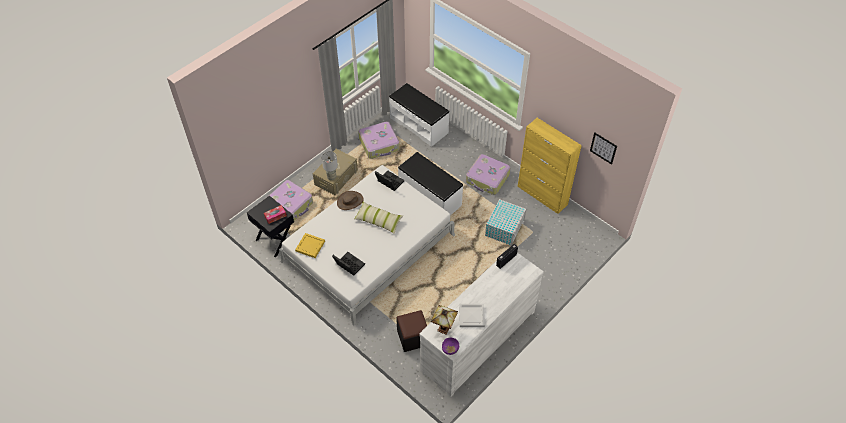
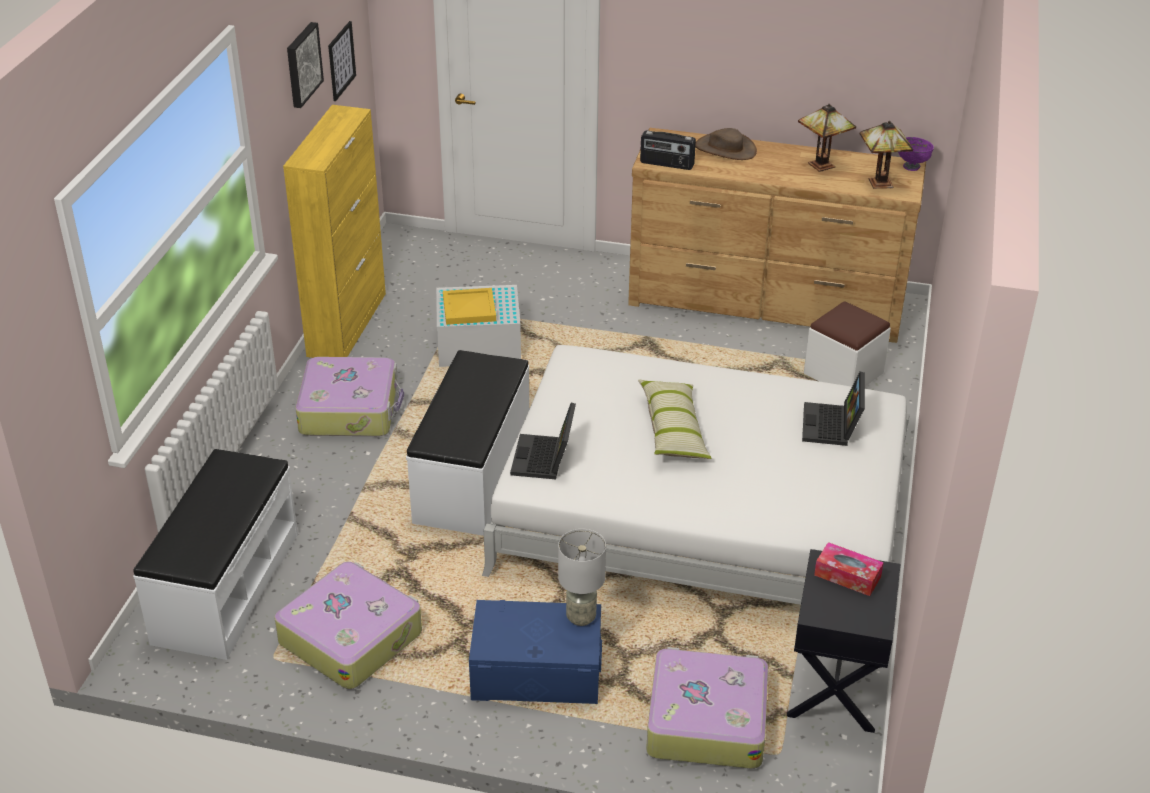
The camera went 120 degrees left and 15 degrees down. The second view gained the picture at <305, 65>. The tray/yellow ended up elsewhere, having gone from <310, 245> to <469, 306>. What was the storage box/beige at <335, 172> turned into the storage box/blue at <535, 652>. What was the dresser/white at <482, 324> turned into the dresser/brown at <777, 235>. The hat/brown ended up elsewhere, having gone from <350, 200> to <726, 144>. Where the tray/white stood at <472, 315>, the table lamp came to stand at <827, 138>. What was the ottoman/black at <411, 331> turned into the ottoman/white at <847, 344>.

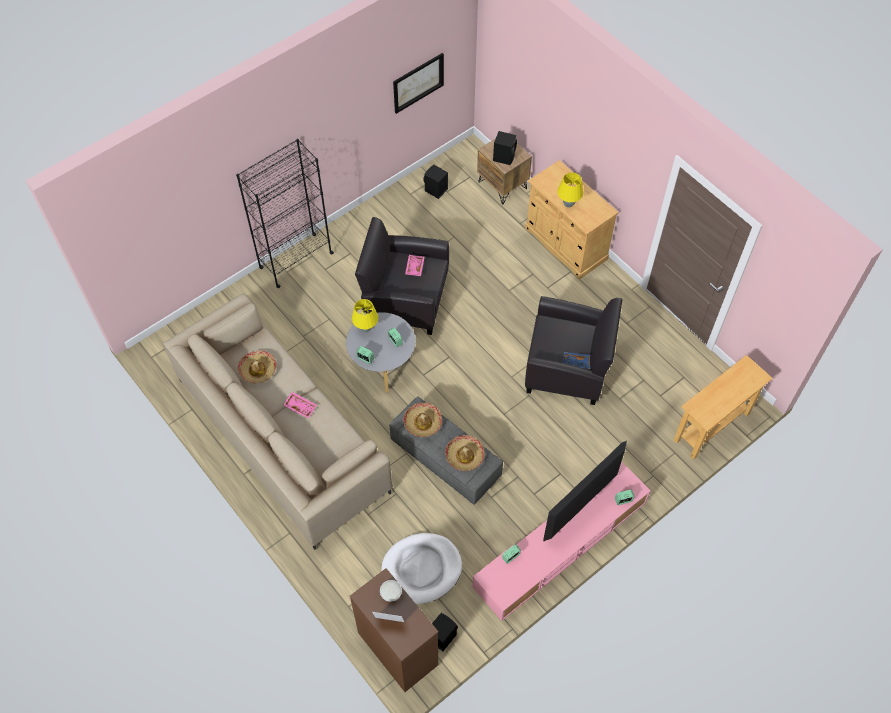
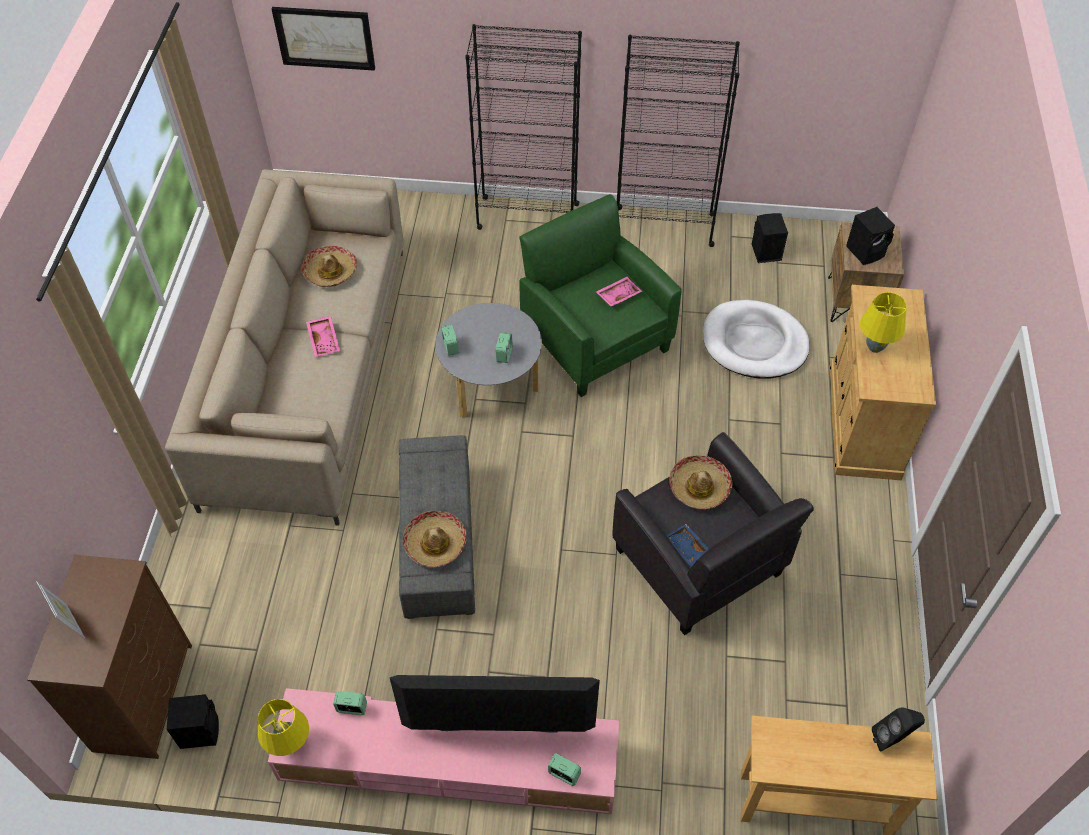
The camera went 45 degrees right and 5 degrees down. The table lamp/yellow ended up elsewhere, having gone from <365, 315> to <283, 727>. The picture ended up elsewhere, having gone from <418, 83> to <323, 39>. What was the armchair/black at <402, 276> turned into the armchair/green at <600, 295>. The second view gained the bookcase/black at <678, 140>. The hat ended up elsewhere, having gone from <422, 420> to <701, 482>. The dog bed/white ended up elsewhere, having gone from <422, 568> to <756, 339>. The second view gained the speaker/black at <898, 729>. The second view lost the bowl/white at <391, 591>.

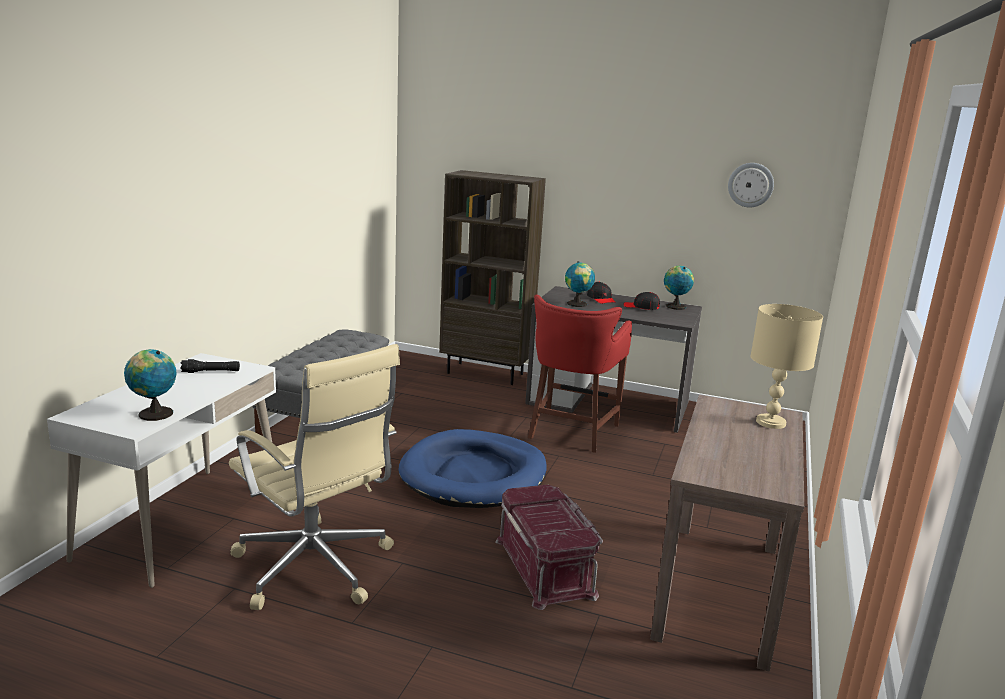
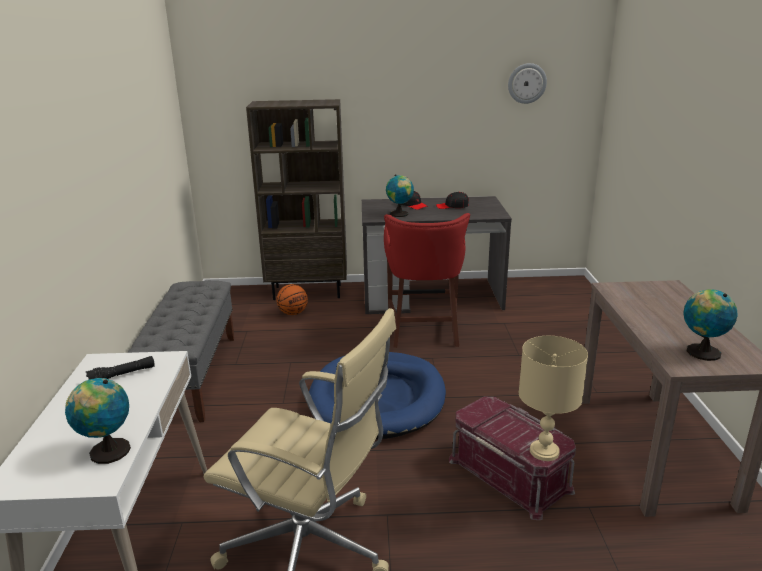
The camera went 20 degrees left and 5 degrees up. The second view gained the basketball at <292, 299>. The table lamp/beige ended up elsewhere, having gone from <786, 366> to <553, 398>. The globe ended up elsewhere, having gone from <679, 288> to <710, 325>.

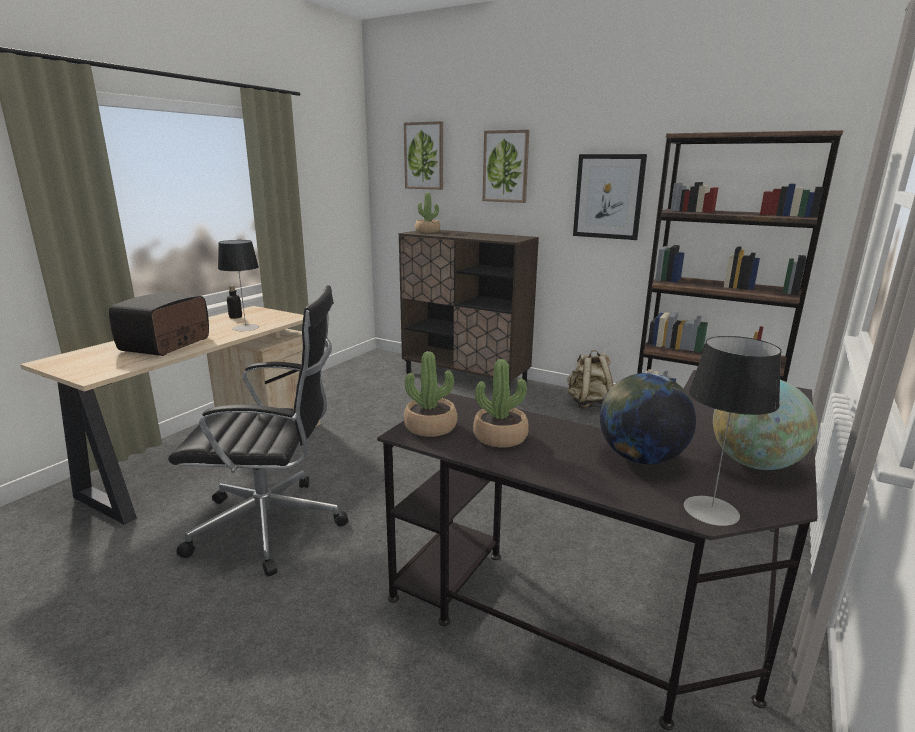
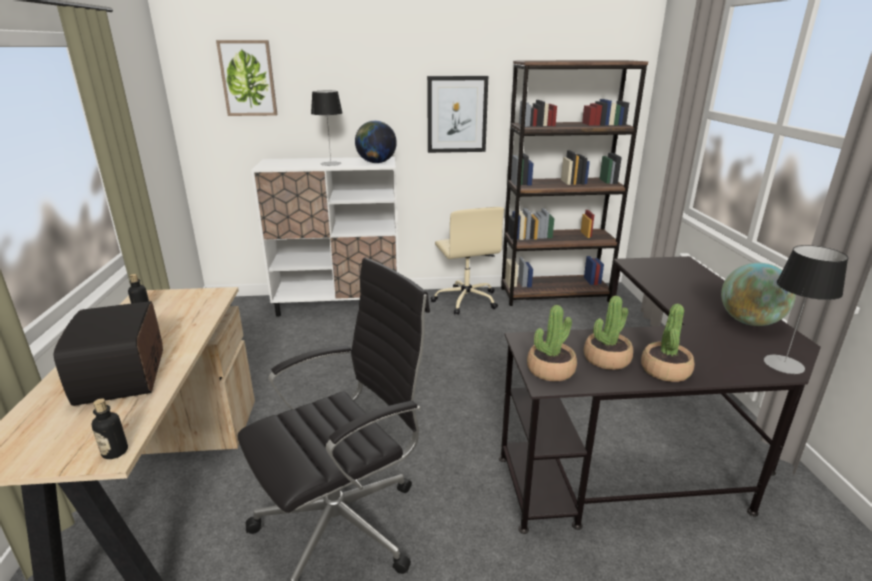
The camera went 35 degrees left and 5 degrees up. The second view gained the bottle at <109, 429>. What was the cabinet/brown at <469, 308> turned into the cabinet/white at <325, 237>. The table lamp ended up elsewhere, having gone from <238, 285> to <326, 128>. The globe ended up elsewhere, having gone from <648, 418> to <376, 142>. Where the backpack/beige stood at <590, 379>, the office chair/beige came to stand at <467, 261>. The potted plant ended up elsewhere, having gone from <427, 213> to <667, 343>. The second view lost the picture at <506, 166>.

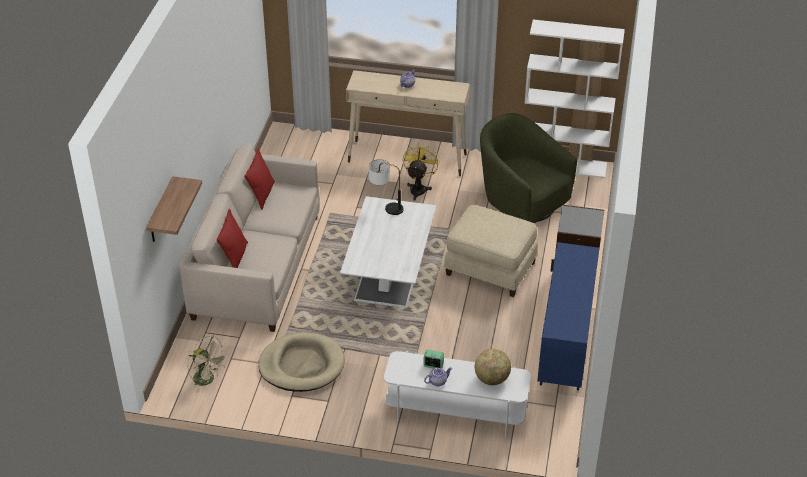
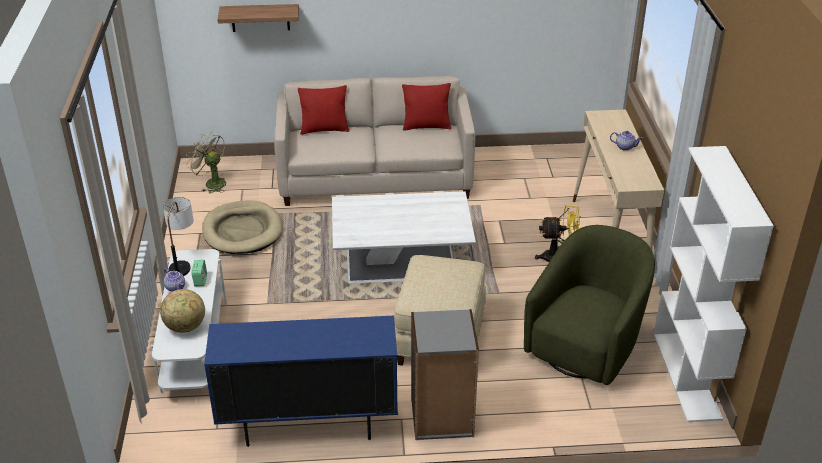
The camera went 75 degrees right and 5 degrees down. The table lamp ended up elsewhere, having gone from <386, 187> to <178, 236>. The fan/beige at <207, 364> ended up facing another way, 105 degrees clockwise from before.

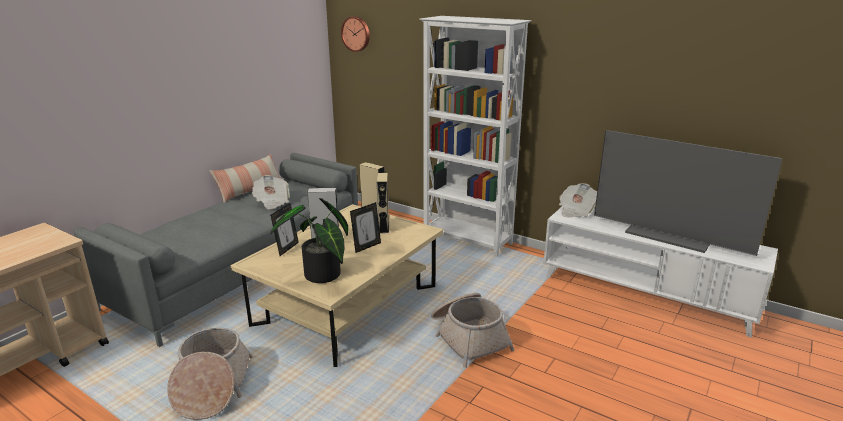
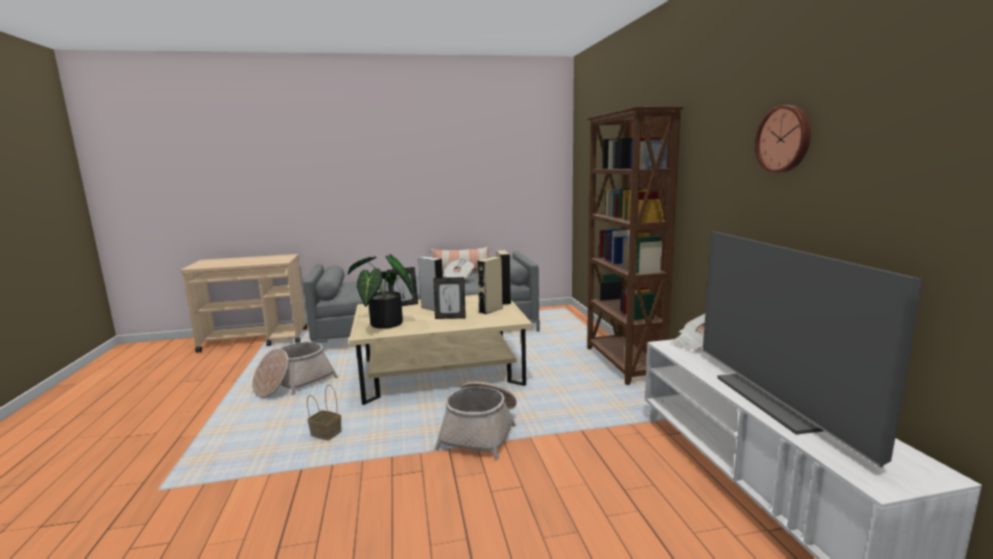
The camera went 45 degrees right and 10 degrees down. The second view gained the basket at <324, 412>. What was the bookcase/white at <475, 136> turned into the bookcase/brown at <635, 245>. The wall clock ended up elsewhere, having gone from <355, 34> to <783, 139>.

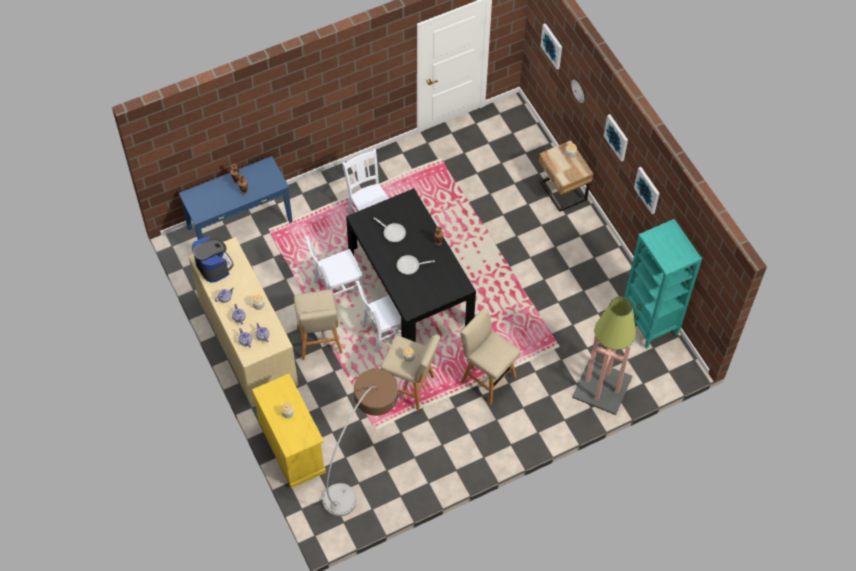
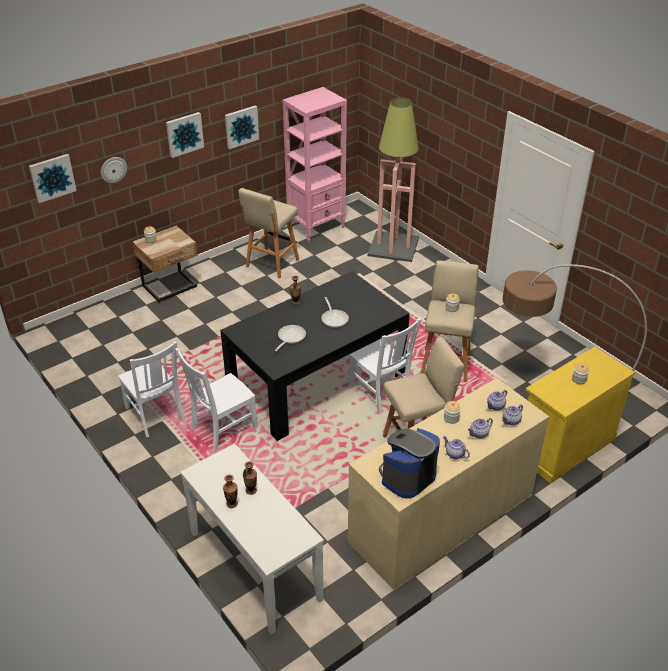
The camera went 100 degrees left and 20 degrees down. The chair/white ended up elsewhere, having gone from <334, 266> to <151, 389>. What was the console table/blue at <236, 198> turned into the console table/white at <252, 539>. The stool/beige ended up elsewhere, having gone from <490, 356> to <268, 233>. What was the bookcase/turquoise at <663, 284> turned into the bookcase/pink at <314, 164>.

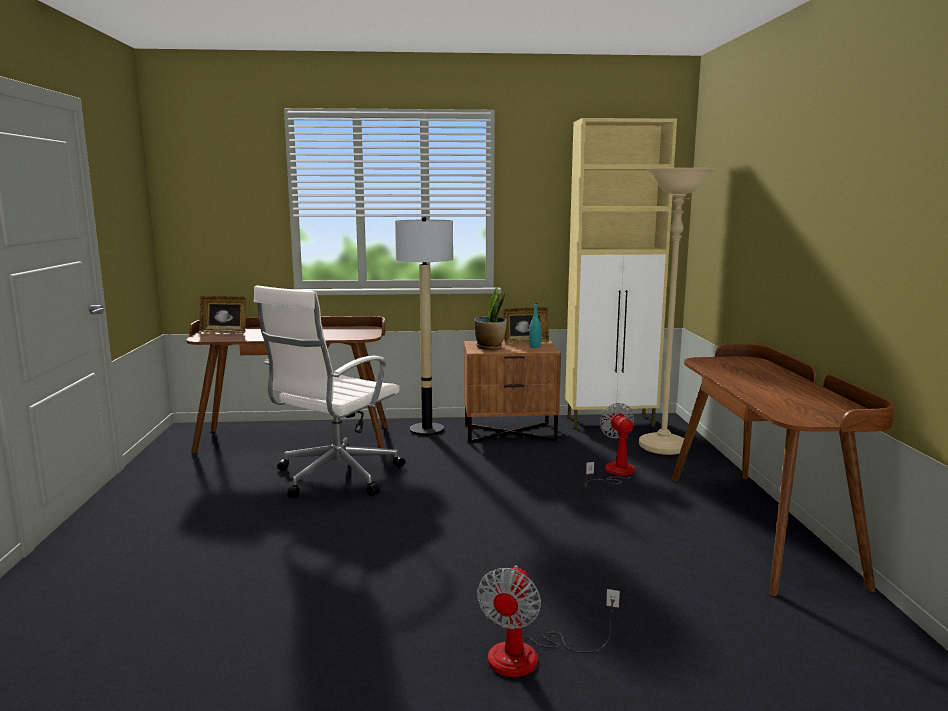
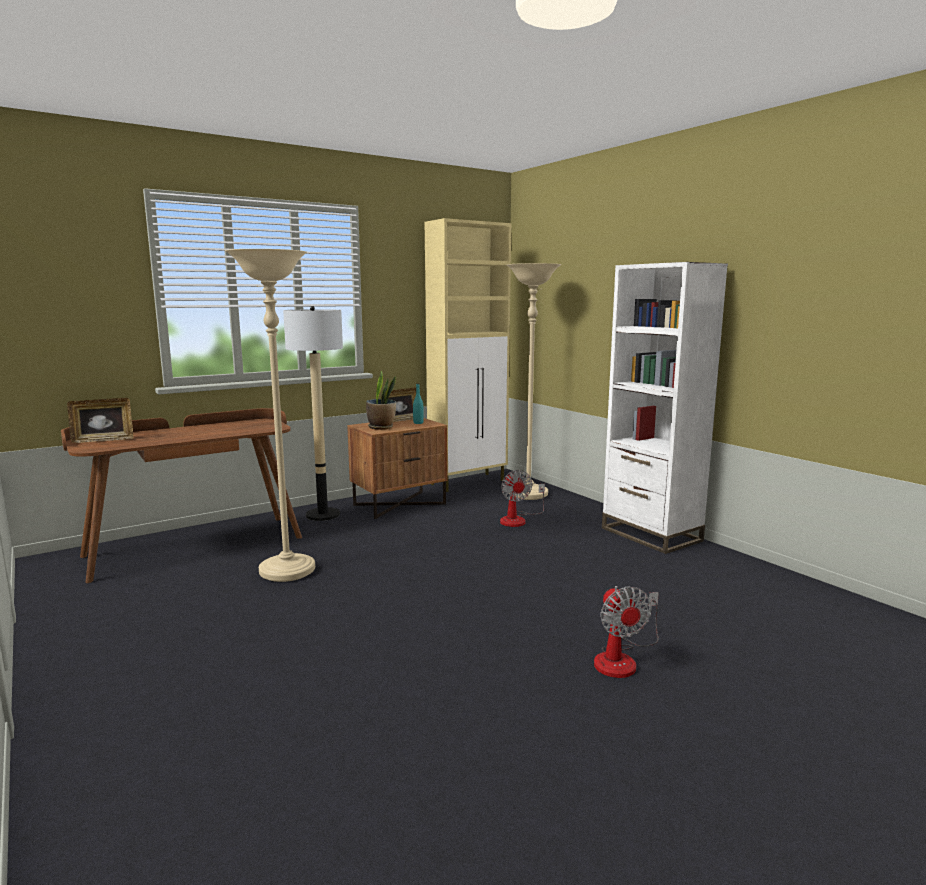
The camera went 30 degrees left and 0 degrees up. Where the office chair/white stood at <329, 391>, the floor lamp/beige came to stand at <270, 415>. The fan at <610, 445> ended up facing another way, 150 degrees counterclockwise from before. Where the desk/brown stood at <783, 470>, the bookcase/white came to stand at <665, 408>.

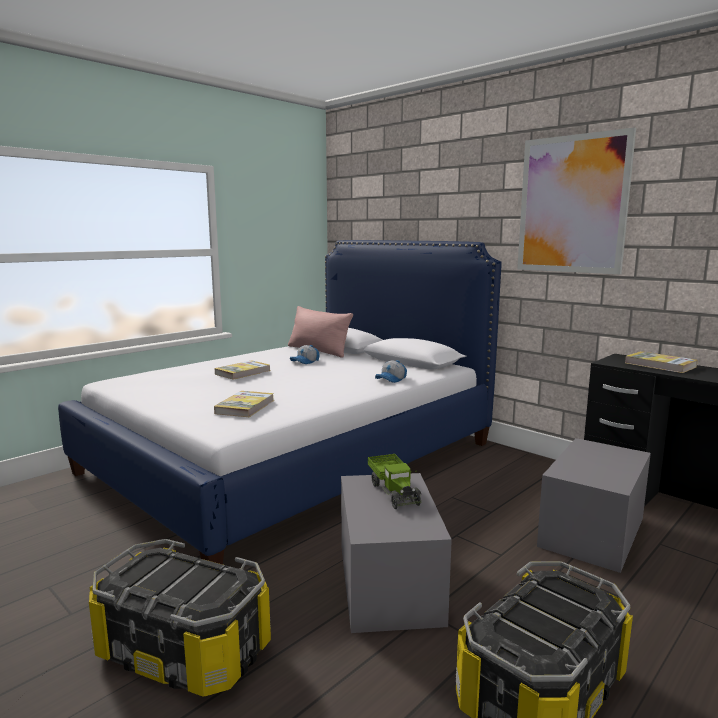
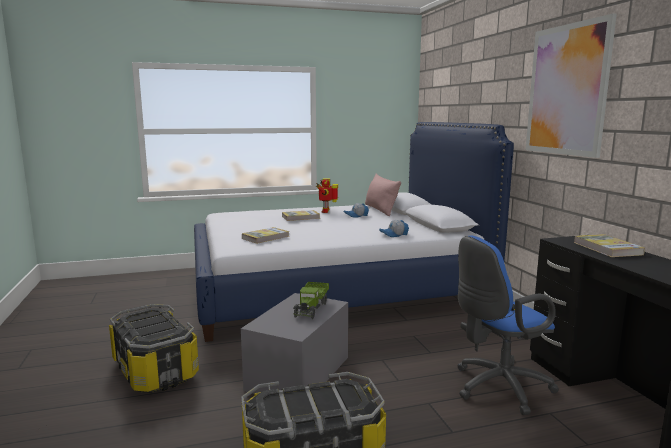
The camera went 30 degrees right and 0 degrees up. The second view gained the toy robot at <327, 196>. Where the storage box/grey stood at <594, 505>, the office chair/blue came to stand at <508, 325>.

